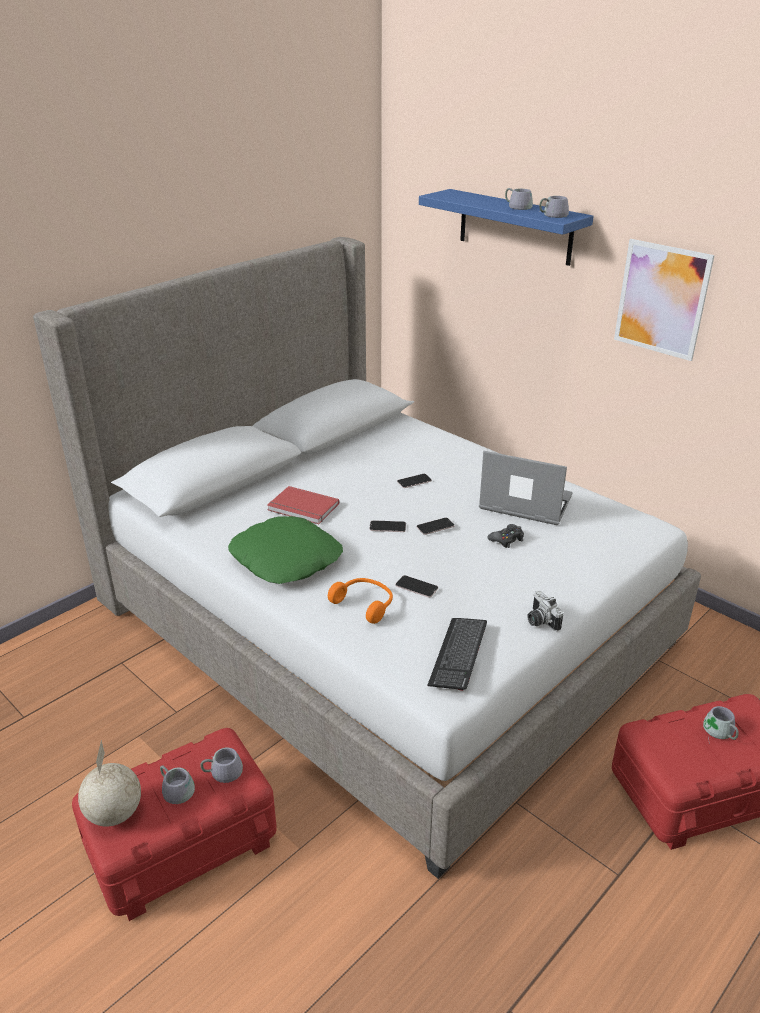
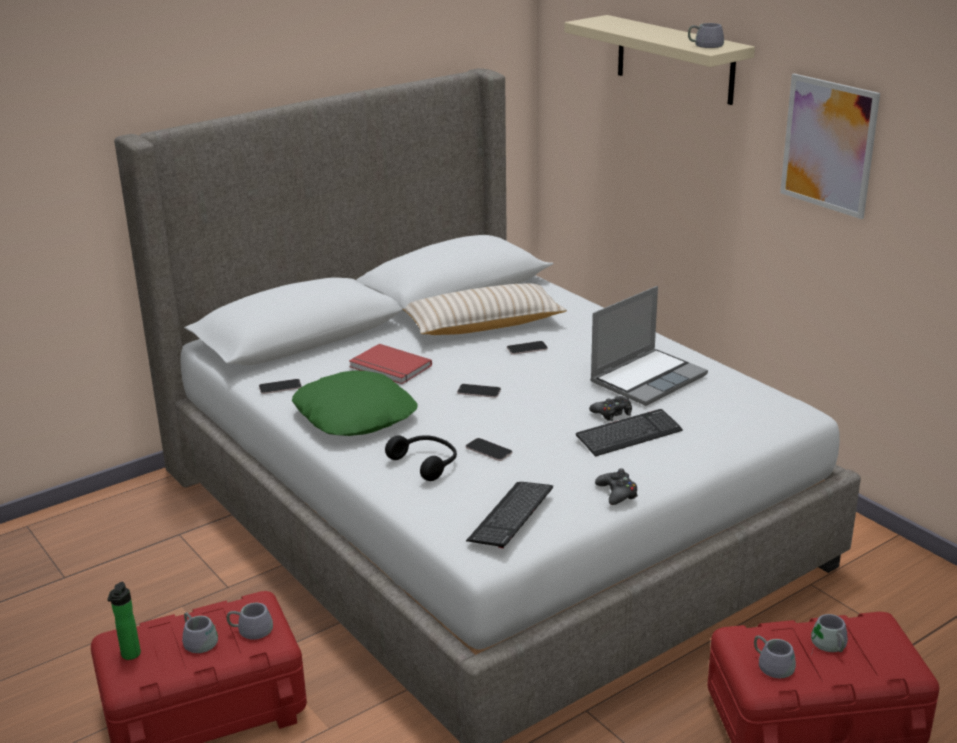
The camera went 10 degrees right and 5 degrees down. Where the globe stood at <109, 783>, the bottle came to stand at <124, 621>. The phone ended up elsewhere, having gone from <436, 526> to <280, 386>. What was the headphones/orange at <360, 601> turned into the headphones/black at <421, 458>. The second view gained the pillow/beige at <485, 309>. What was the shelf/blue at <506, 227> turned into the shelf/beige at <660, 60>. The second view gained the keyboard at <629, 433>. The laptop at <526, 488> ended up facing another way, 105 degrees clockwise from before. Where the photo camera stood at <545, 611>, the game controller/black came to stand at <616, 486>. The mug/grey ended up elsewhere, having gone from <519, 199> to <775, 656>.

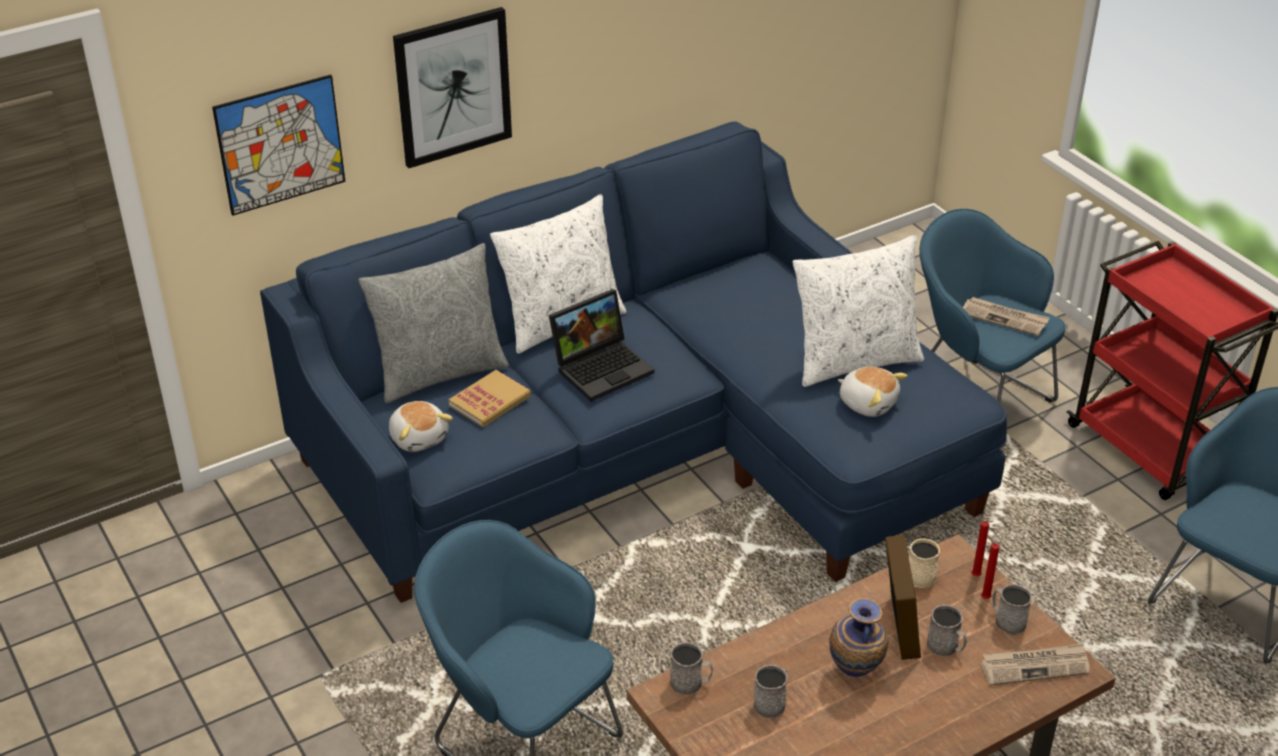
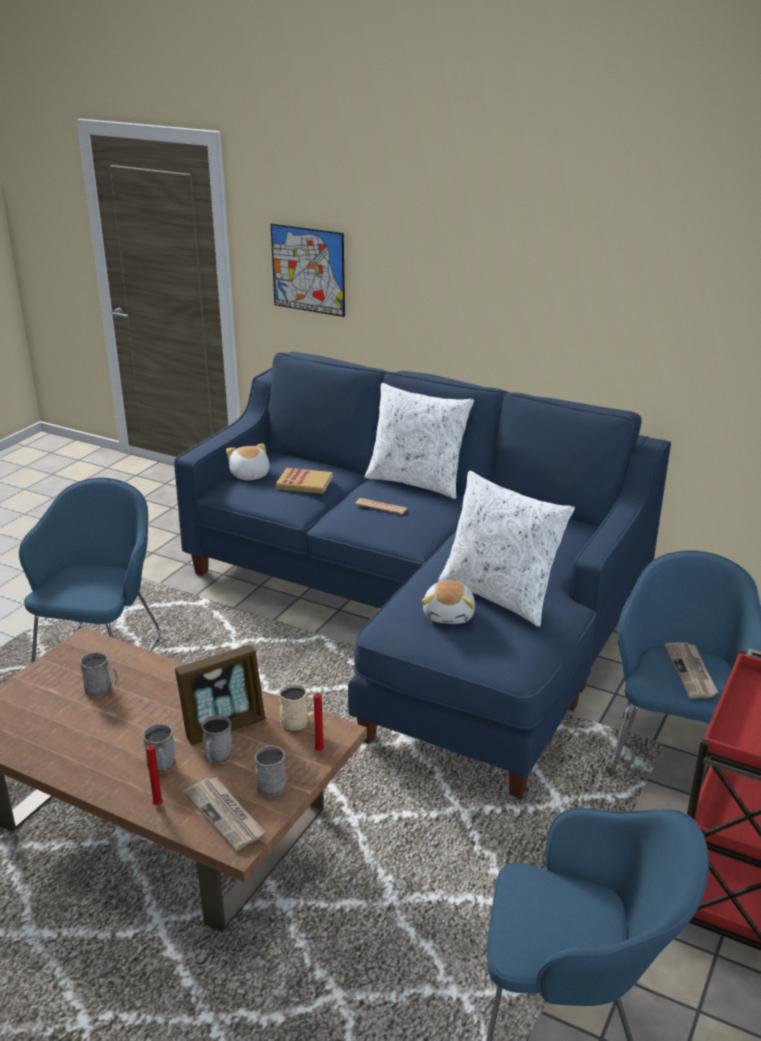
The camera went 60 degrees right and 10 degrees down. The mug/grey ended up elsewhere, having gone from <691, 668> to <159, 748>. The candle/red ended up elsewhere, having gone from <990, 567> to <154, 770>. The plush toy at <421, 426> ended up facing another way, 135 degrees clockwise from before. Where the laptop stood at <601, 345>, the newspaper came to stand at <381, 506>. The second view lost the pillow/grey at <434, 323>. The second view lost the picture at <452, 87>. The second view lost the vase at <858, 637>.

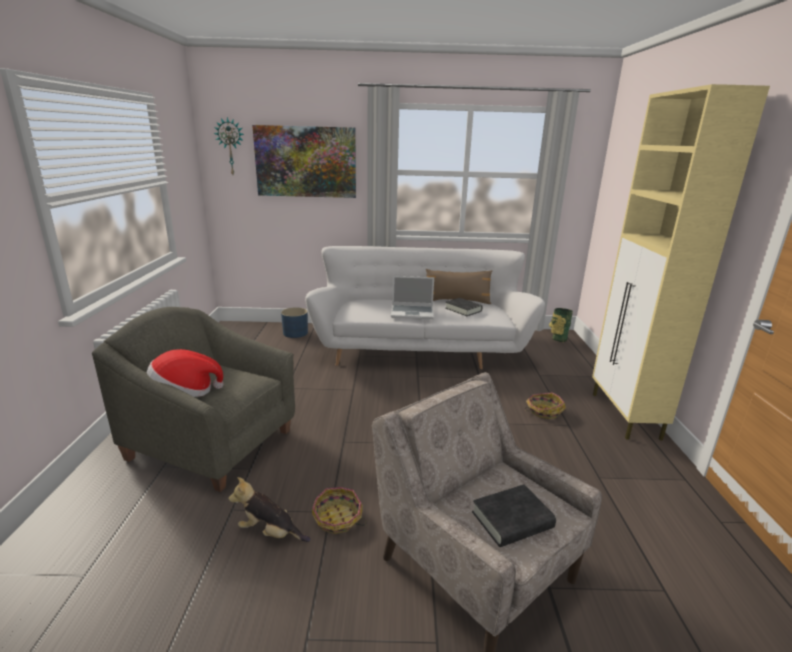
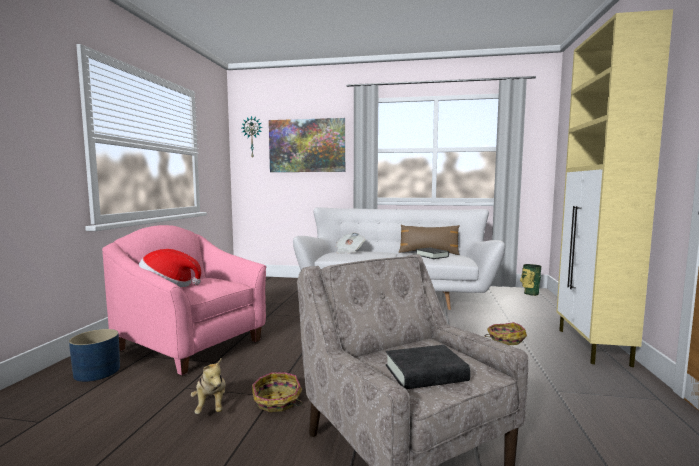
The camera went 10 degrees right and 15 degrees down. The planter/blue ended up elsewhere, having gone from <294, 322> to <94, 355>. What was the armchair/grey at <193, 399> turned into the armchair/pink at <184, 300>. The plush toy at <270, 509> ended up facing another way, 135 degrees counterclockwise from before. The second view gained the newspaper at <350, 243>. The second view lost the laptop at <412, 297>.

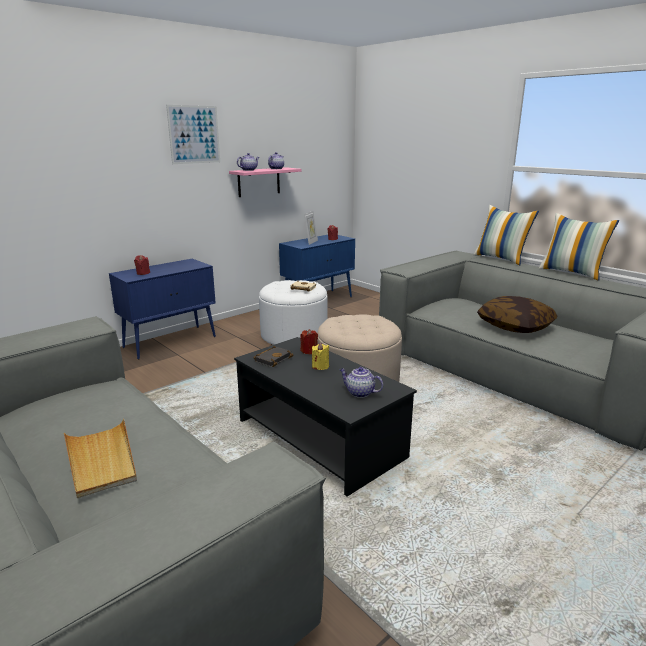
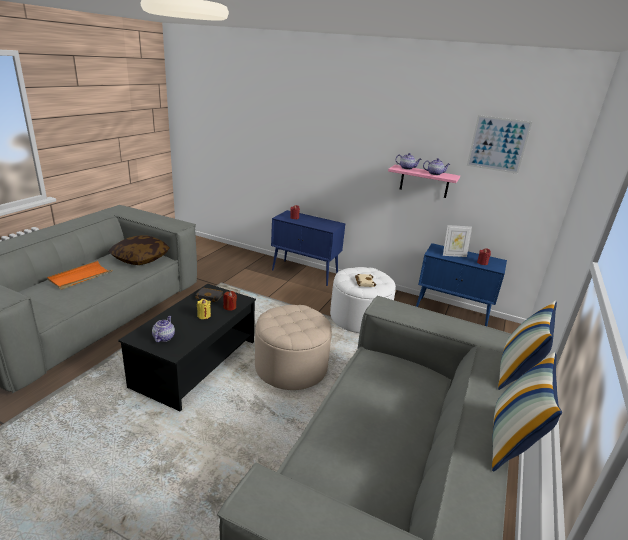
The camera went 65 degrees right and 5 degrees up. What was the tray/beige at <100, 458> turned into the tray/orange at <79, 275>. The pillow ended up elsewhere, having gone from <517, 314> to <138, 250>. The picture ended up elsewhere, having gone from <193, 134> to <499, 144>.

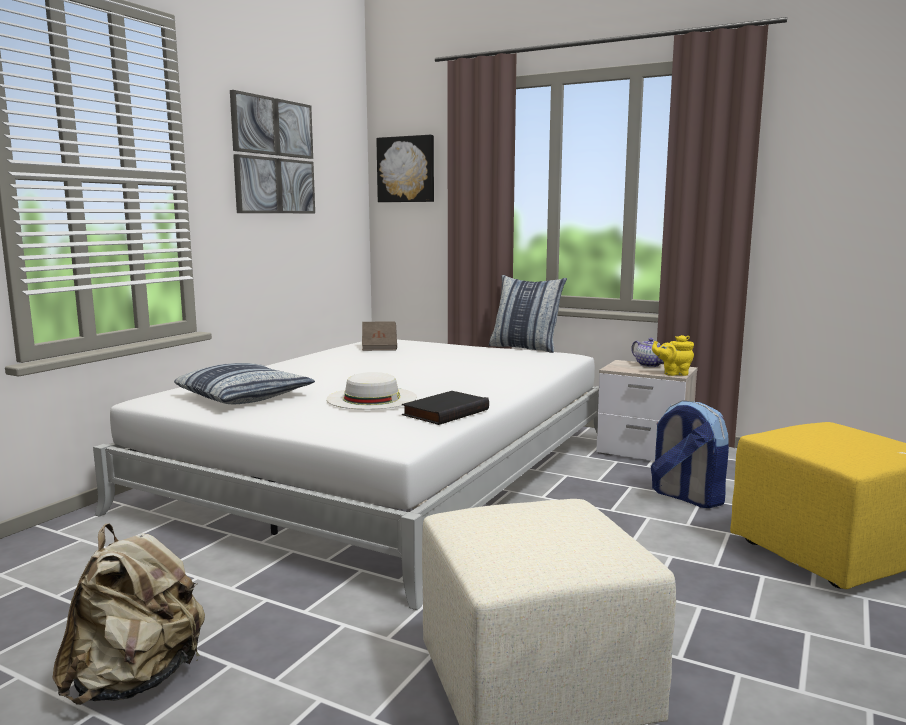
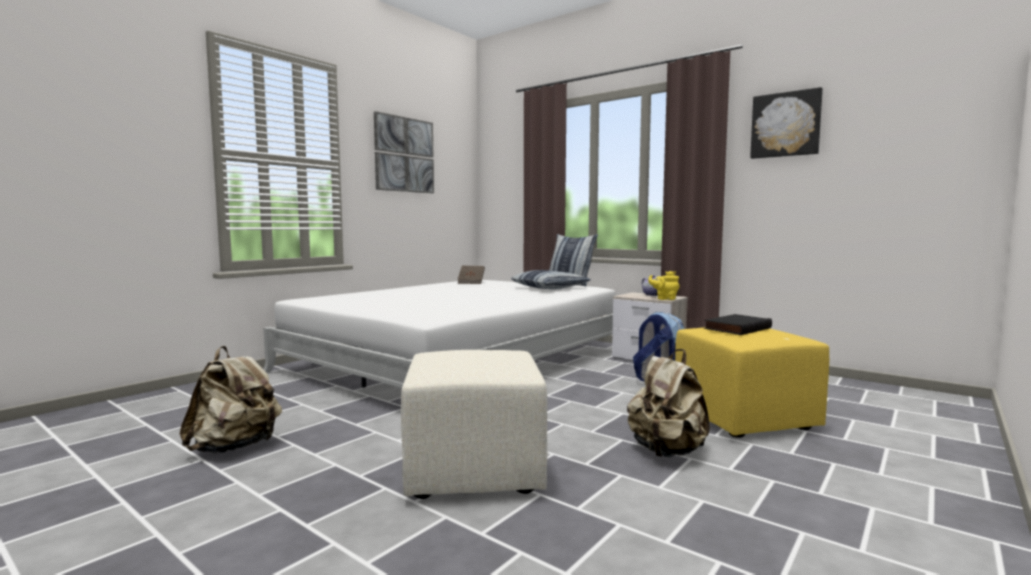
The camera went 10 degrees right and 5 degrees down. The pillow ended up elsewhere, having gone from <244, 383> to <551, 279>. The second view gained the backpack/beige at <668, 403>. The book/black ended up elsewhere, having gone from <445, 408> to <738, 324>. The picture ended up elsewhere, having gone from <405, 168> to <786, 123>. The second view lost the hat/white at <371, 391>.

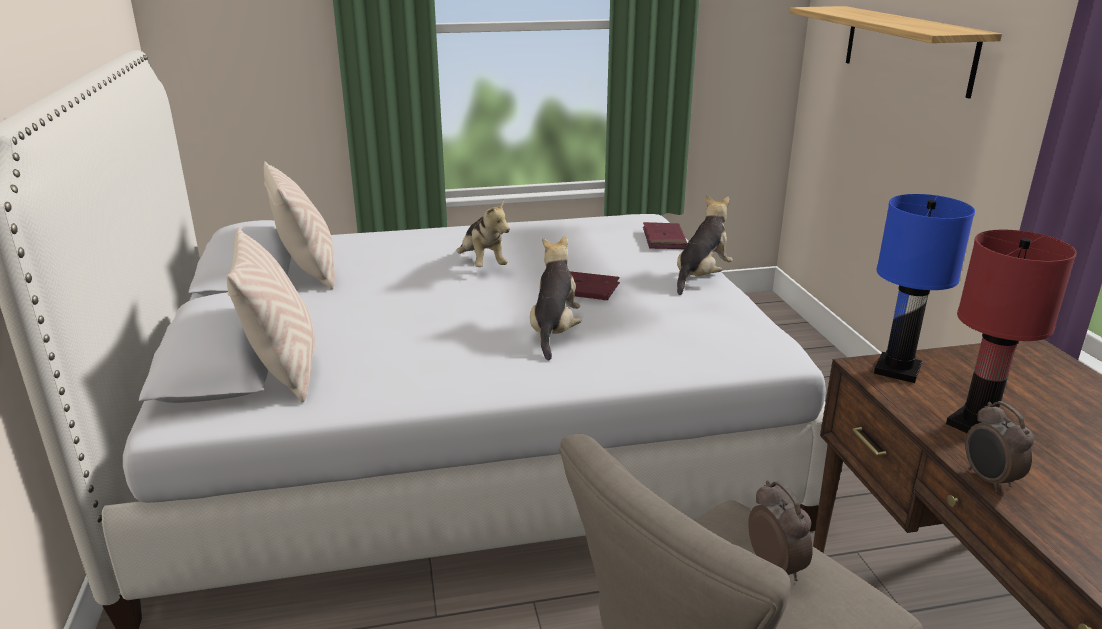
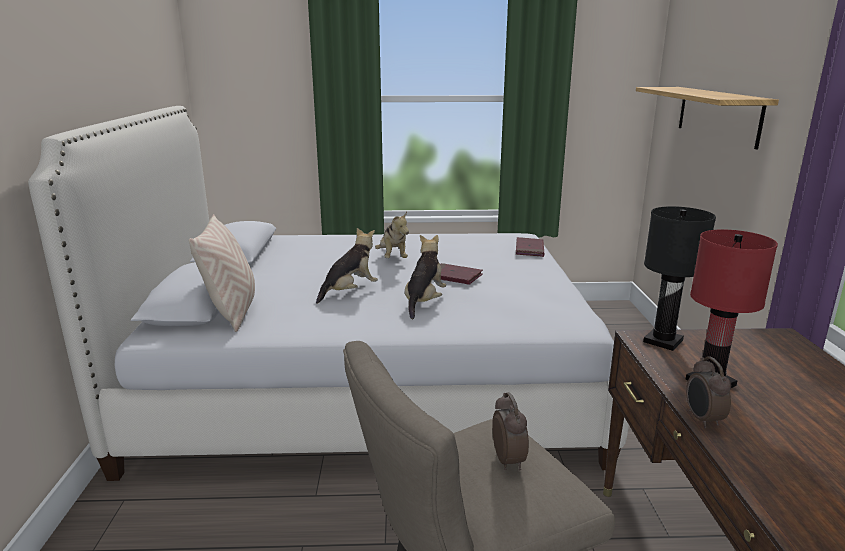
The camera went 10 degrees right and 5 degrees down. The plush toy ended up elsewhere, having gone from <705, 245> to <347, 266>. What was the table lamp/blue at <924, 288> turned into the table lamp/black at <679, 278>. The second view lost the pillow/beige at <299, 225>.

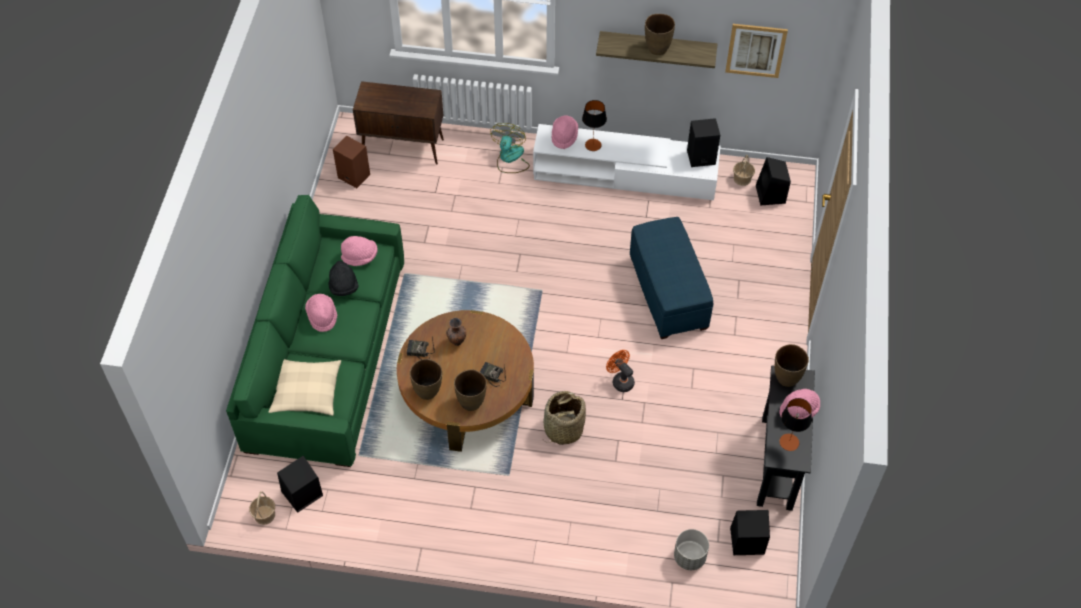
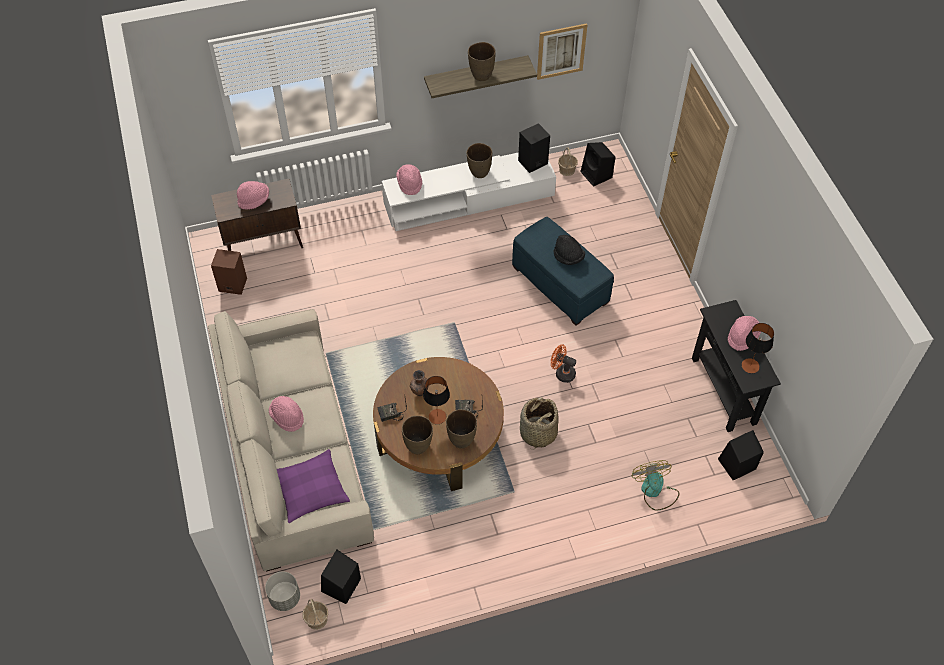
The camera went 25 degrees left and 0 degrees up. What was the sofa/green at <315, 331> turned into the sofa/beige at <291, 440>. The hat/pink ended up elsewhere, having gone from <359, 251> to <253, 195>. The planter/grey ended up elsewhere, having gone from <691, 549> to <282, 591>. What was the pillow/beige at <304, 387> turned into the pillow/purple at <313, 486>. The table lamp ended up elsewhere, having gone from <594, 125> to <436, 400>. The vase/brown ended up elsewhere, having gone from <792, 365> to <479, 160>. The hat/black ended up elsewhere, having gone from <343, 278> to <569, 250>. The fan ended up elsewhere, having gone from <510, 148> to <655, 485>.

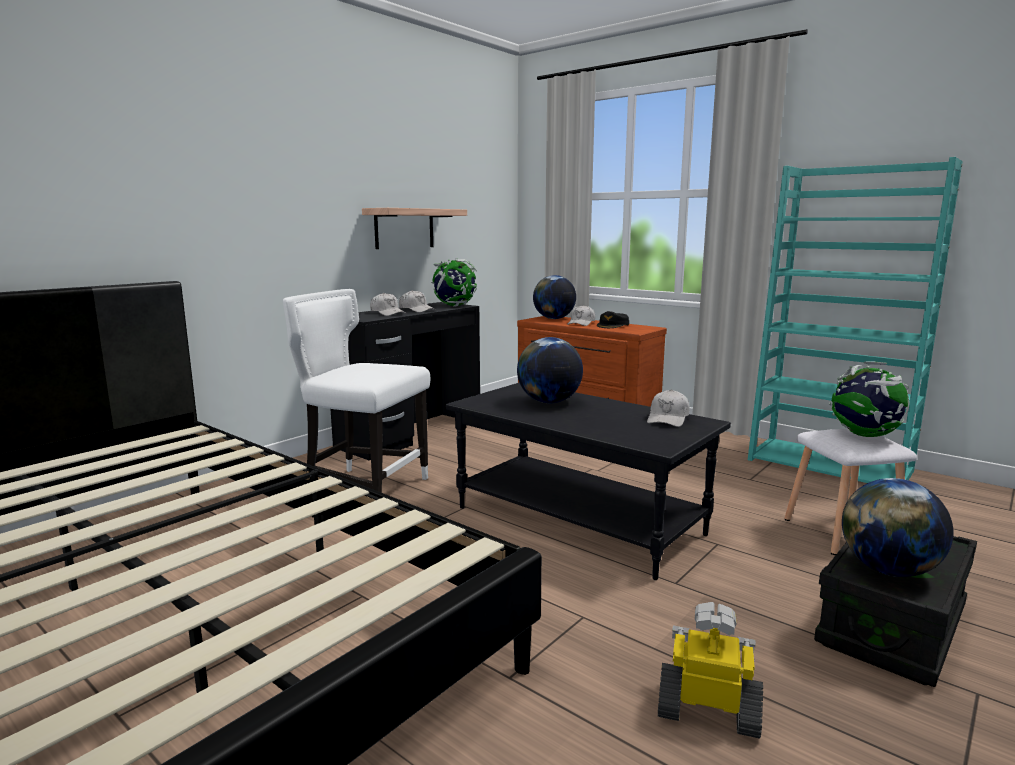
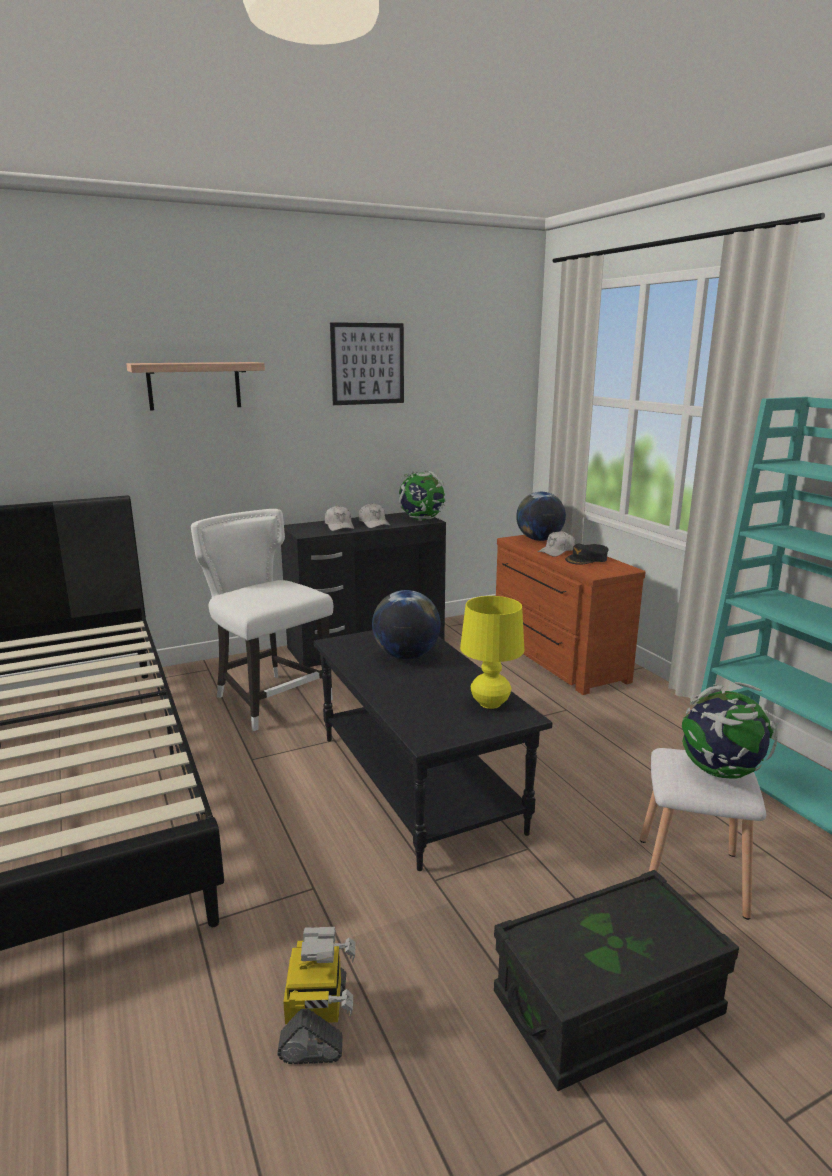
The camera went 25 degrees right and 5 degrees up. The shelf ended up elsewhere, having gone from <414, 228> to <195, 386>. The toy robot at <710, 670> ended up facing another way, 45 degrees clockwise from before. The second view gained the picture at <367, 363>. Where the cap/white stood at <668, 408>, the table lamp/yellow came to stand at <492, 652>. The second view lost the globe at <897, 527>.

